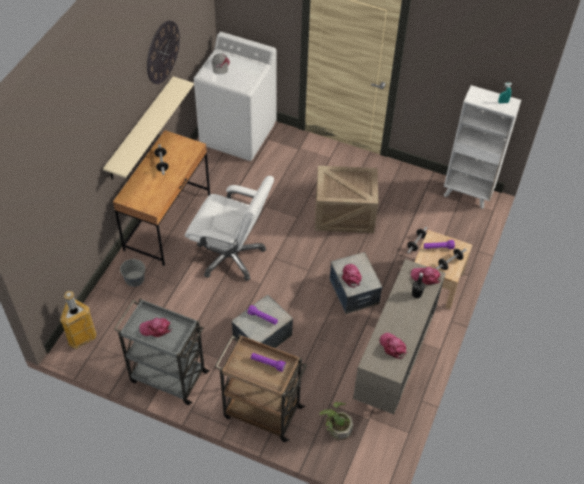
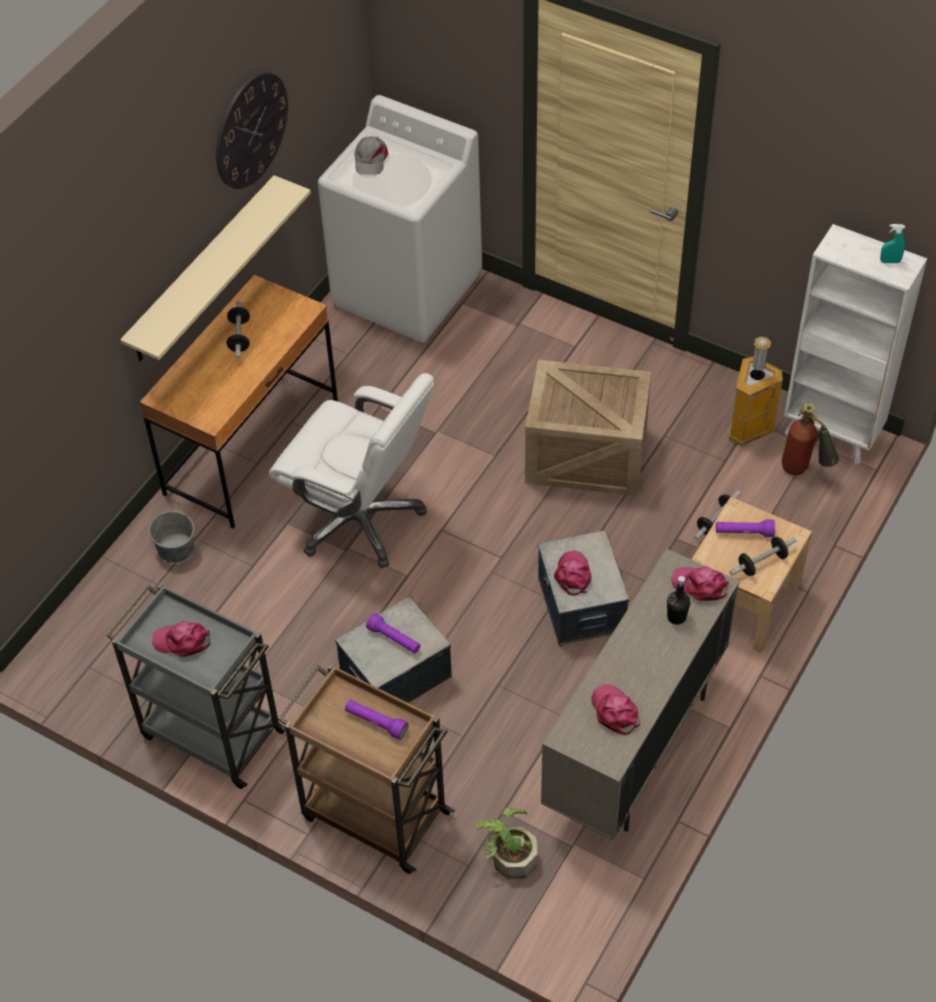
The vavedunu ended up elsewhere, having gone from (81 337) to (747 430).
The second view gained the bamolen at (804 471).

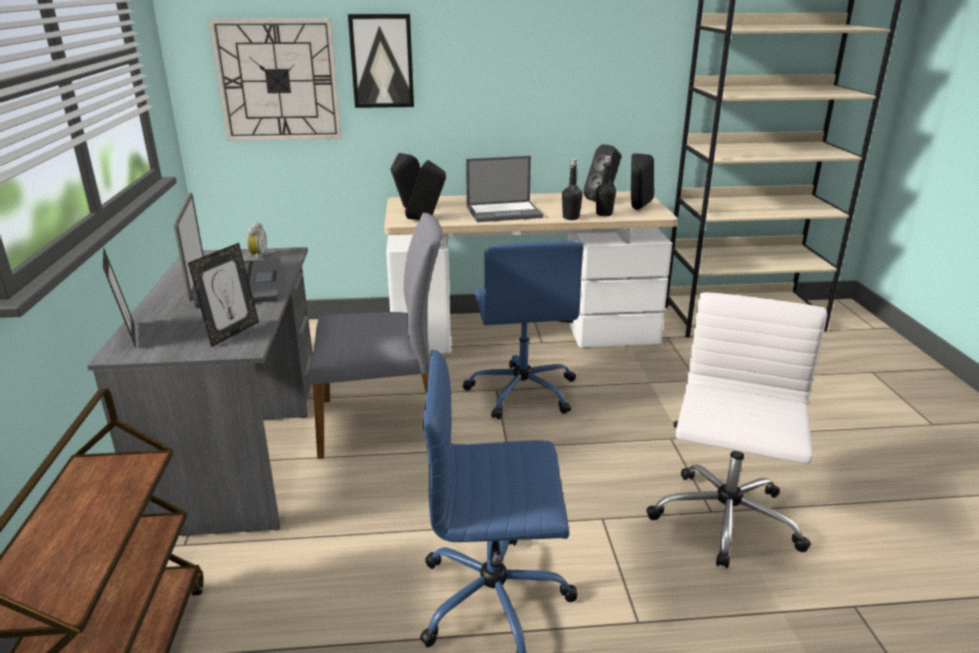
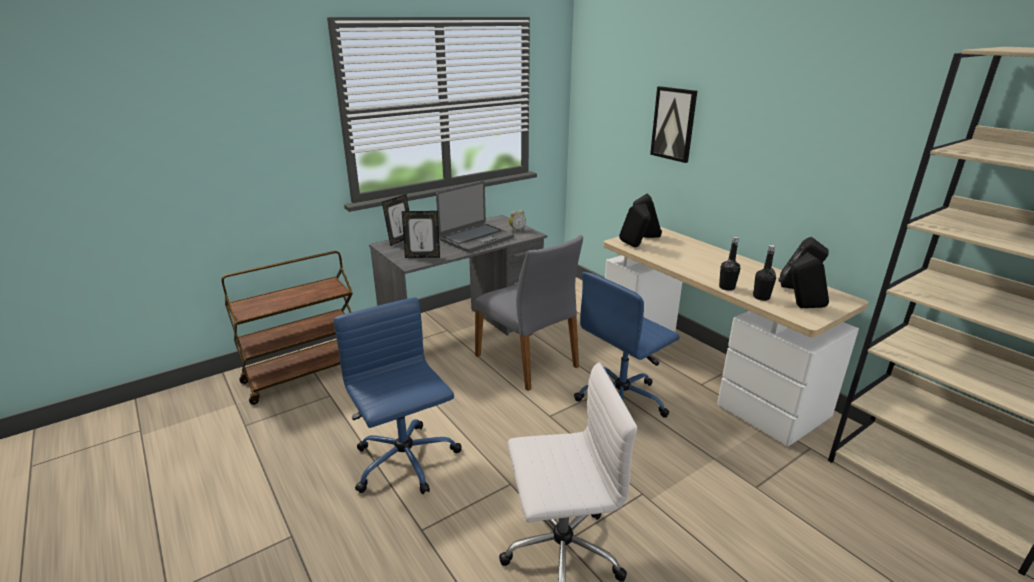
The second view lost the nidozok at (278 80).
The second view lost the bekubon at (505 212).

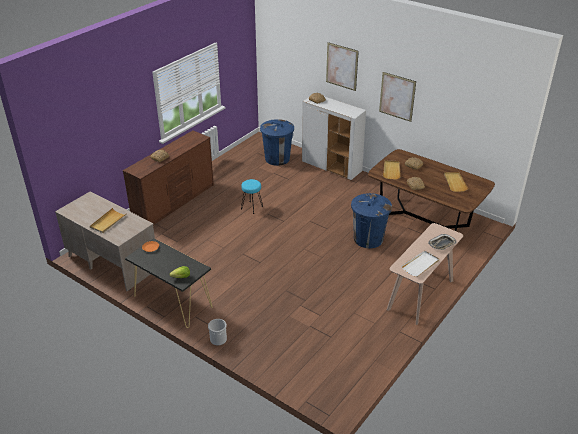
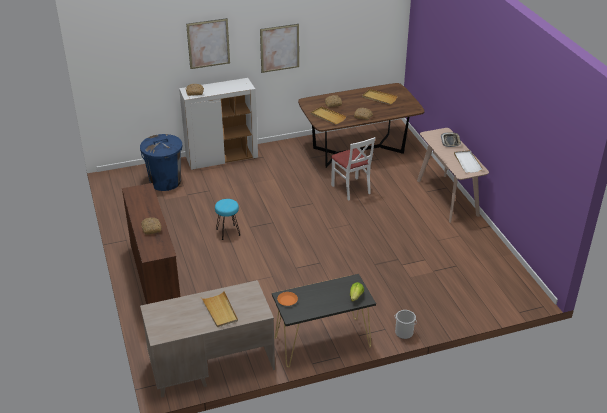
Where the blue vavedunu stood at (368 239), the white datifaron came to stand at (351 189).

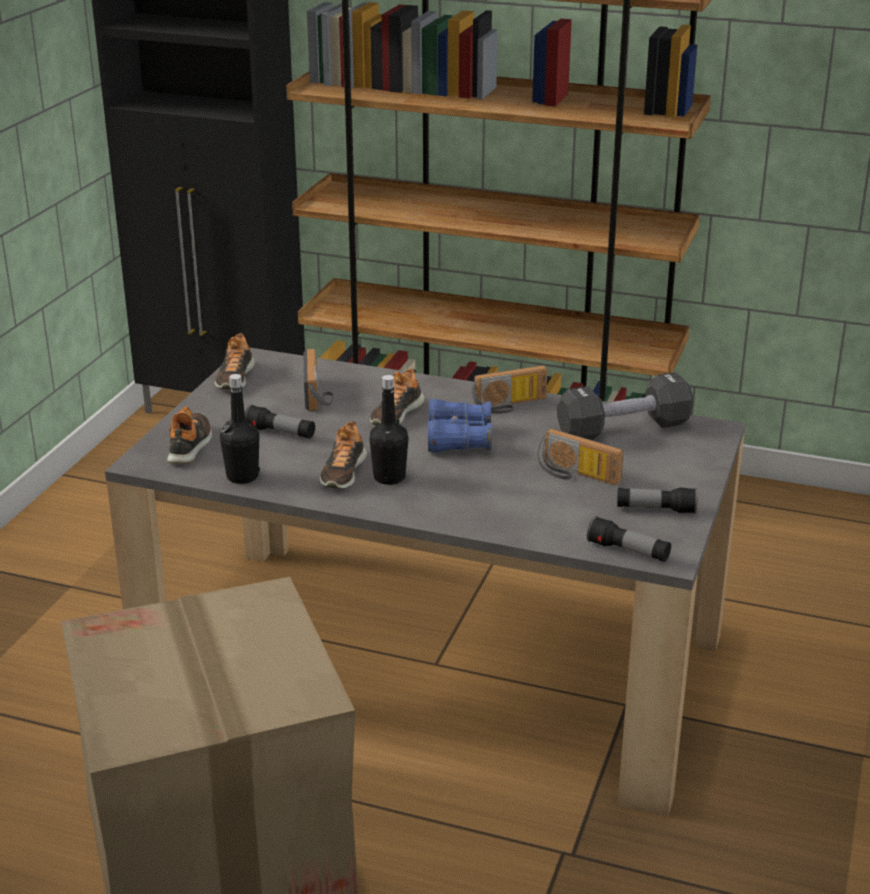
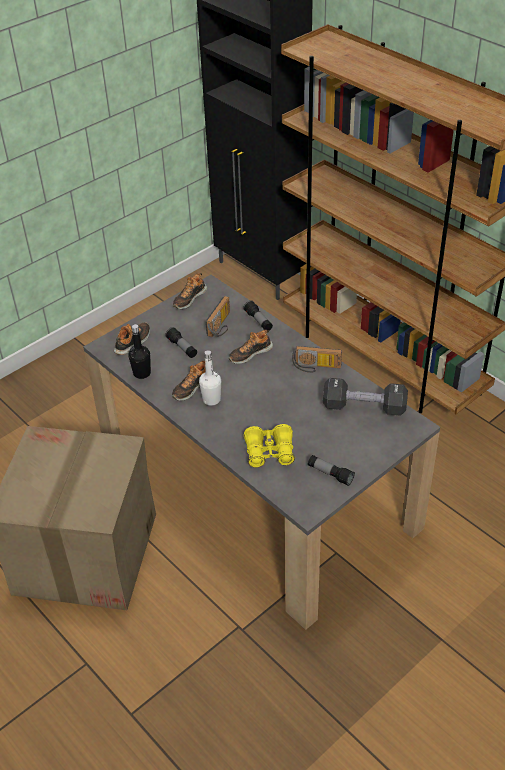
What was the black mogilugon at (389 477) turned into the white mogilugon at (211 399).
The second view lost the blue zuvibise at (458 439).
The second view lost the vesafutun at (575 475).
The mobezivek ended up elsewhere, having gone from (628 551) to (258 321).
The second view gained the yellow zuvibise at (269 452).

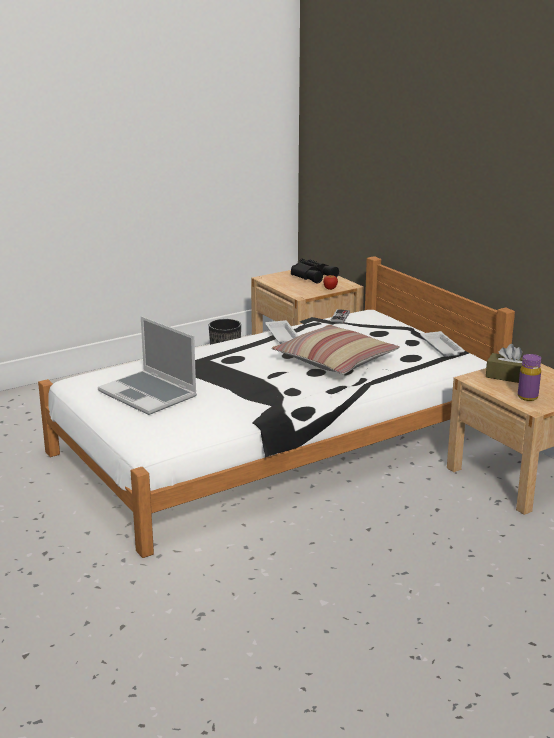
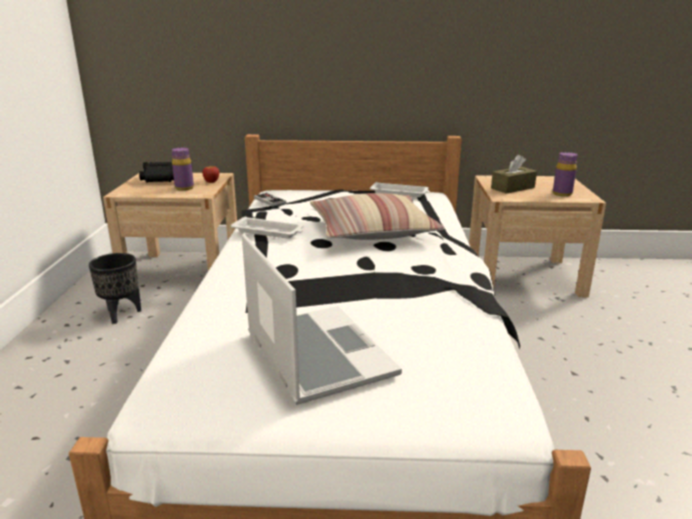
The bekubon at (149 394) ended up facing another way, 105 degrees counterclockwise from before.
The second view gained the purple mogilugon at (184 188).

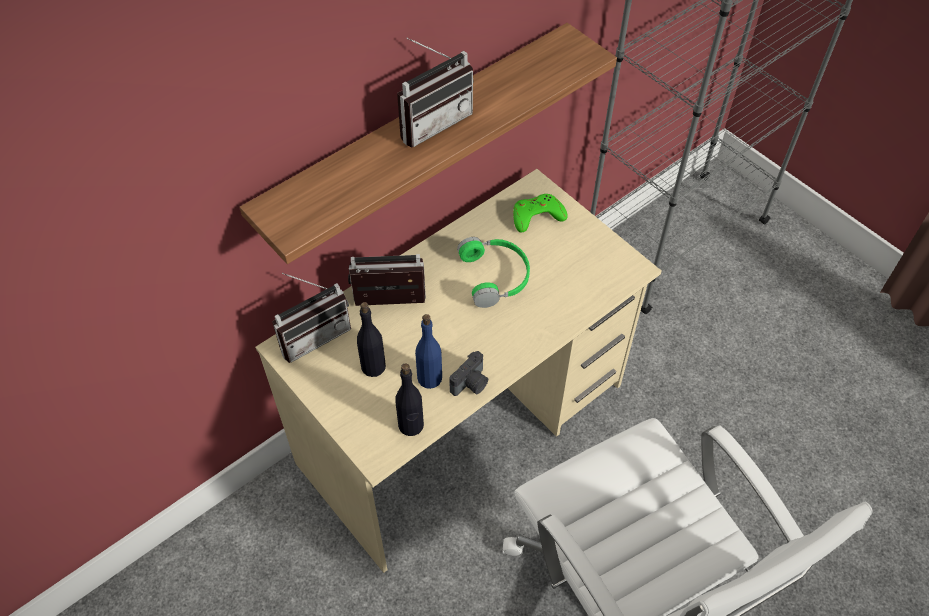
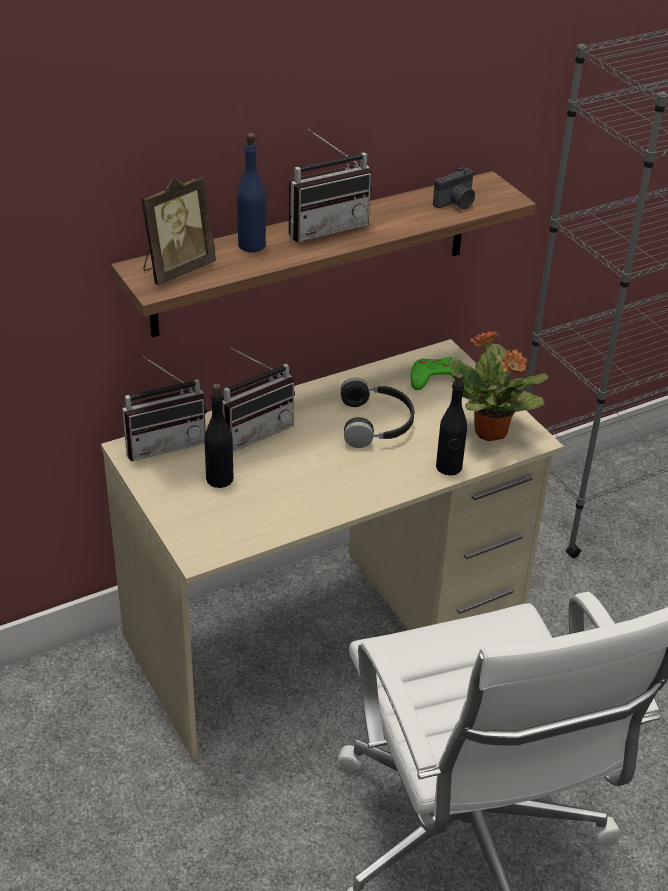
What was the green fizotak at (496 276) turned into the black fizotak at (377 423).
The vesafutun at (389 306) ended up facing another way, 135 degrees clockwise from before.
The blue mogilugon ended up elsewhere, having gone from (430 378) to (252 245).
The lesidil ended up elsewhere, having gone from (471 384) to (456 203).
The black mogilugon ended up elsewhere, having gone from (411 425) to (449 467).
The second view gained the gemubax at (176 269).
The second view gained the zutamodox at (491 432).

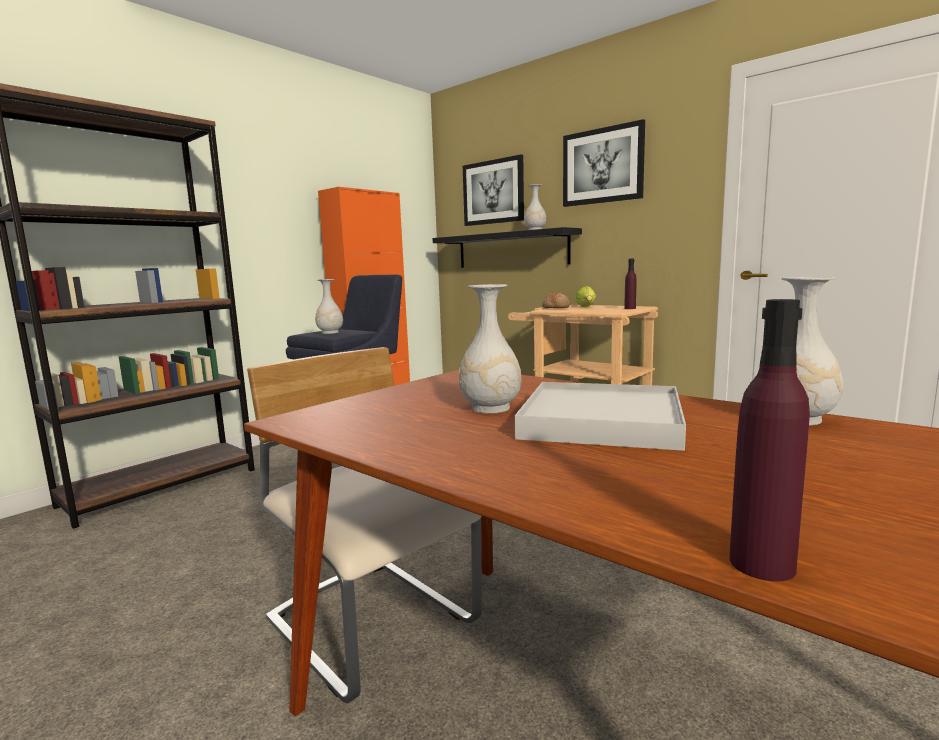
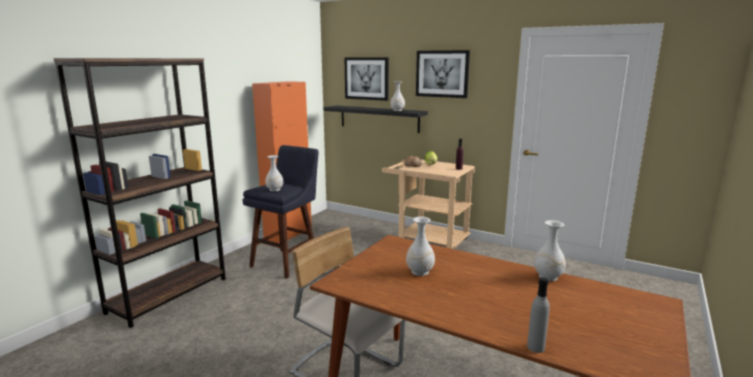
What was the purple mogilugon at (761 564) turned into the grey mogilugon at (535 347).
The second view lost the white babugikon at (602 421).

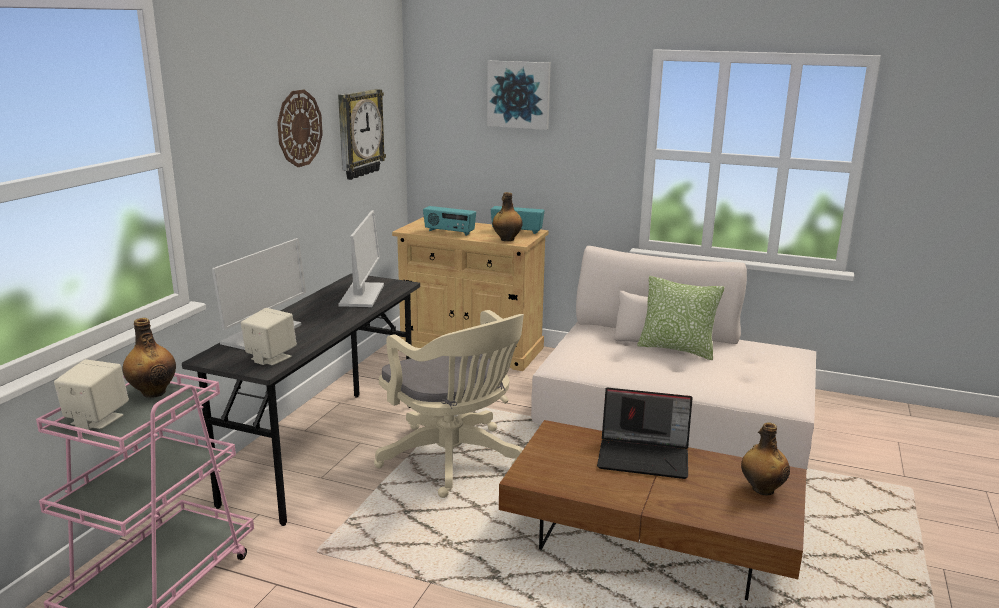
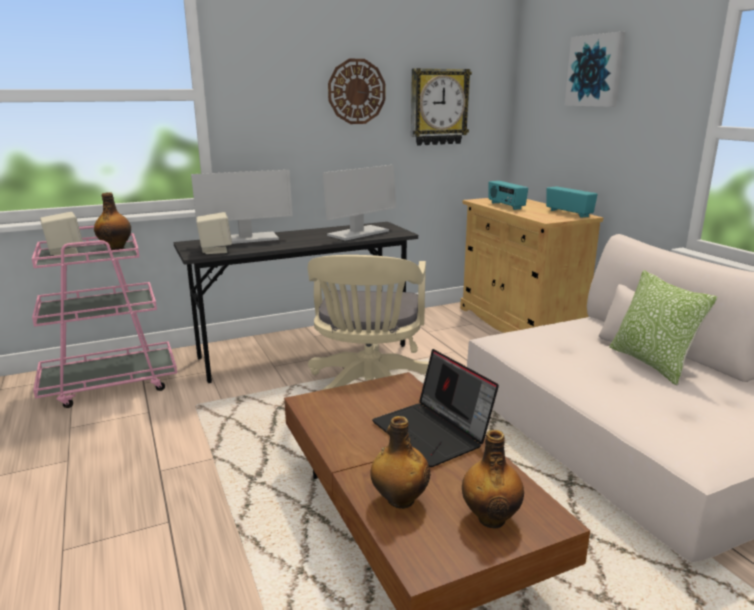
The mogilugon ended up elsewhere, having gone from (506 239) to (399 500).

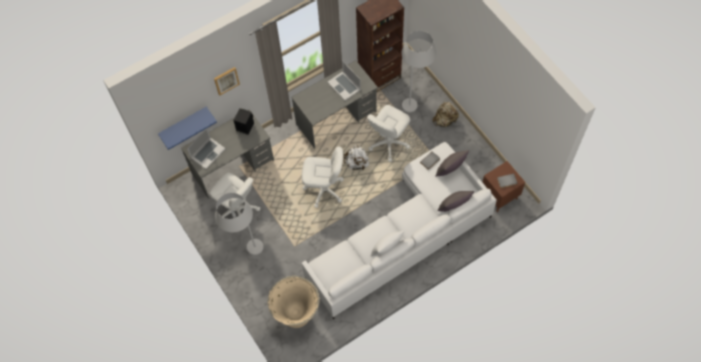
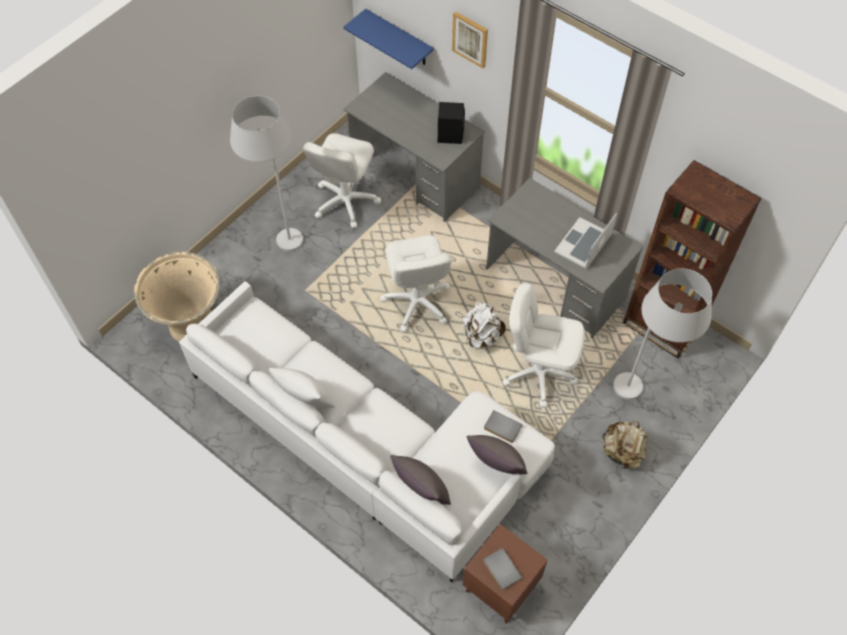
The second view lost the bekubon at (207 153).

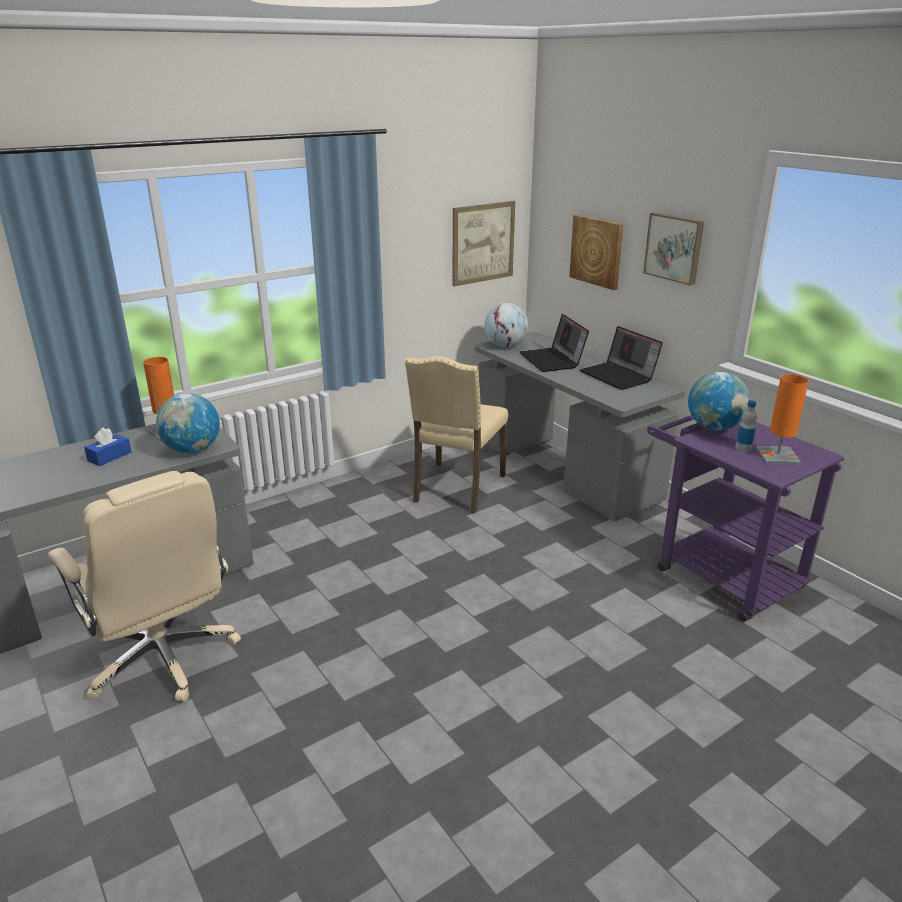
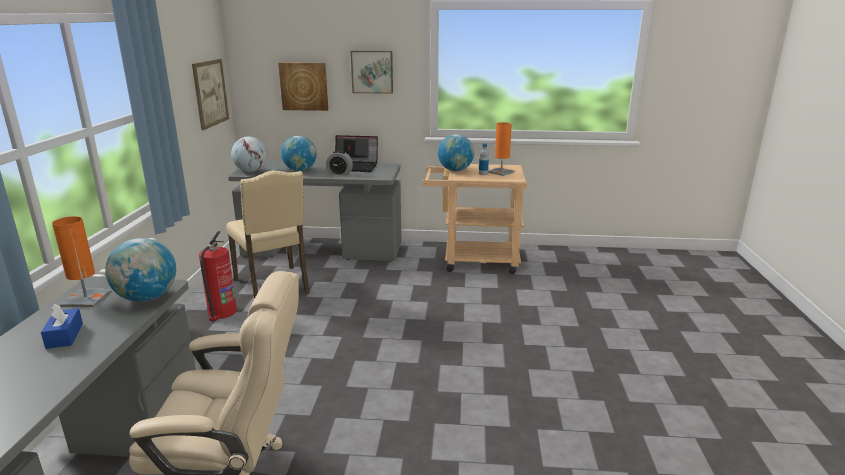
Where the bekubon stood at (553 360), the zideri came to stand at (300 170).
What was the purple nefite at (718 572) turned into the beige nefite at (473 260).
The second view gained the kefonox at (340 173).
The second view gained the bamolen at (221 312).

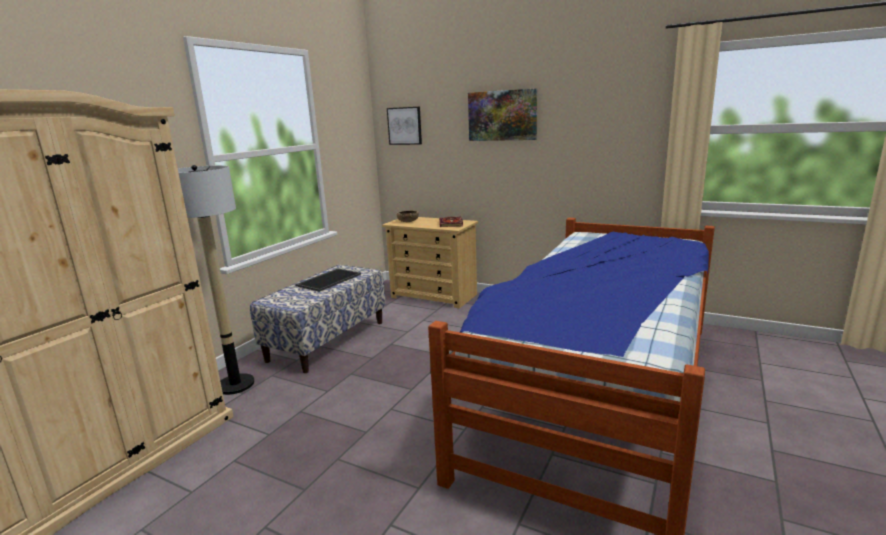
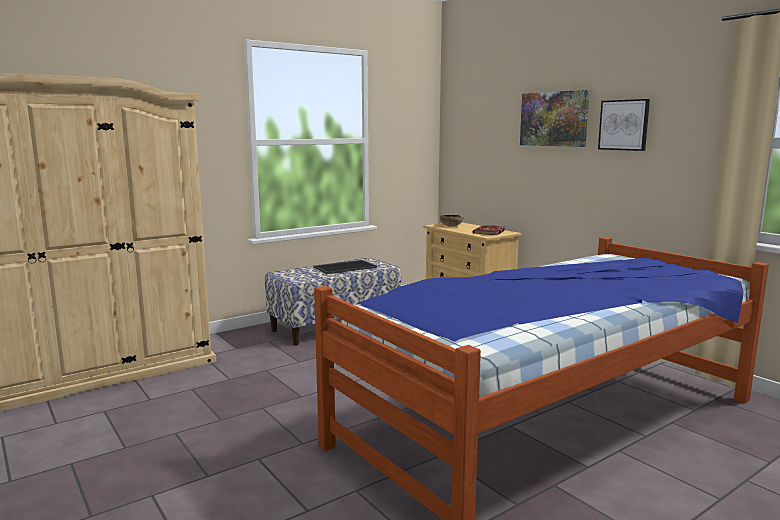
The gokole ended up elsewhere, having gone from (405 126) to (624 125).
The second view lost the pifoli at (236 384).

